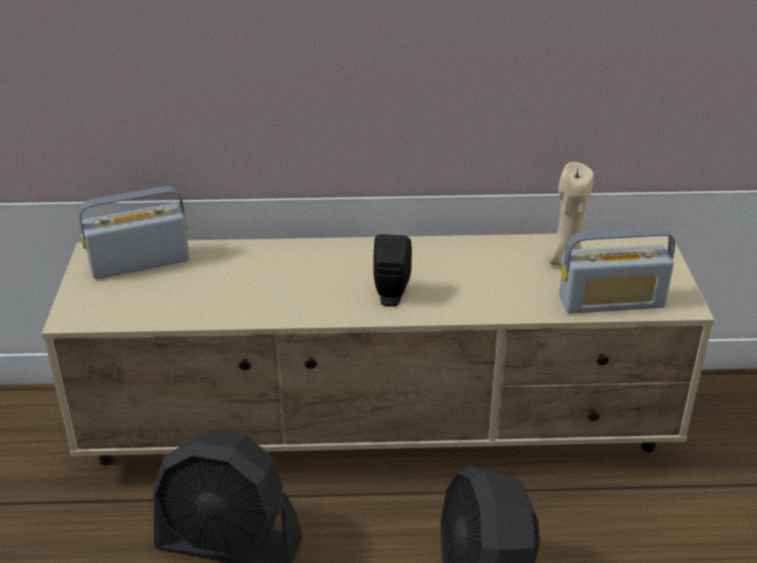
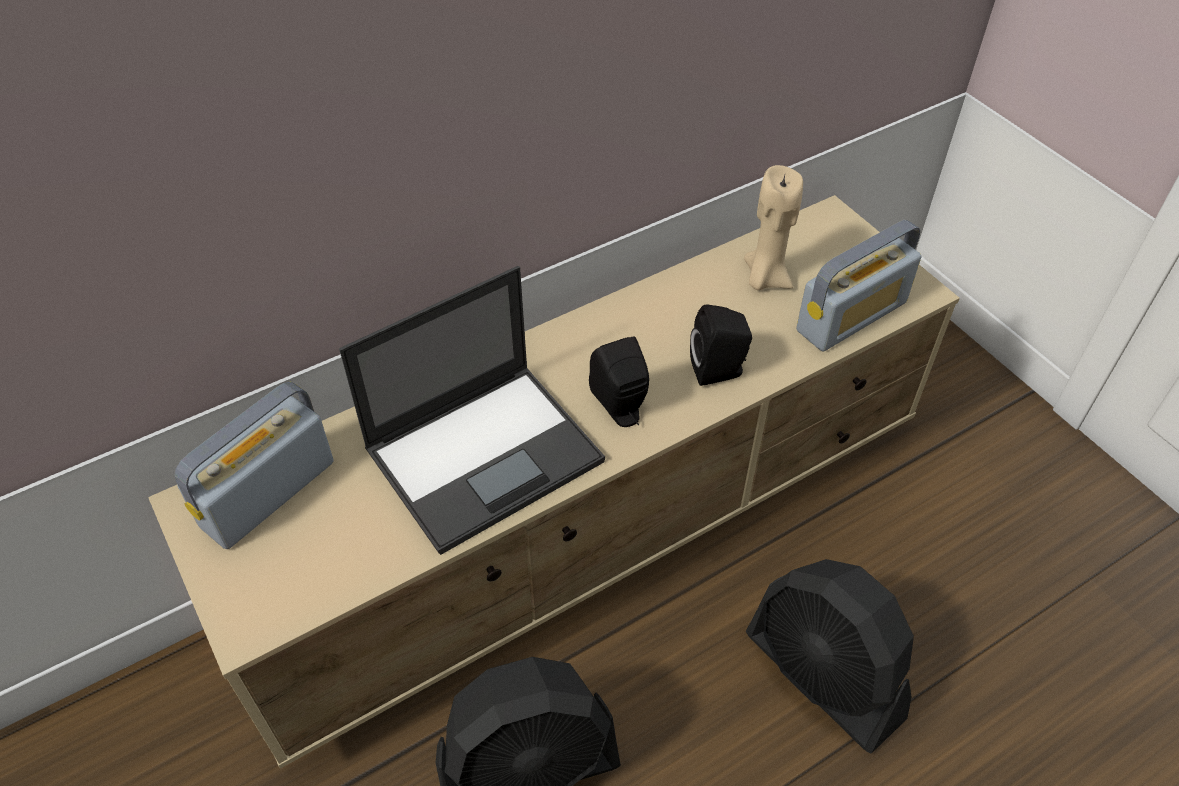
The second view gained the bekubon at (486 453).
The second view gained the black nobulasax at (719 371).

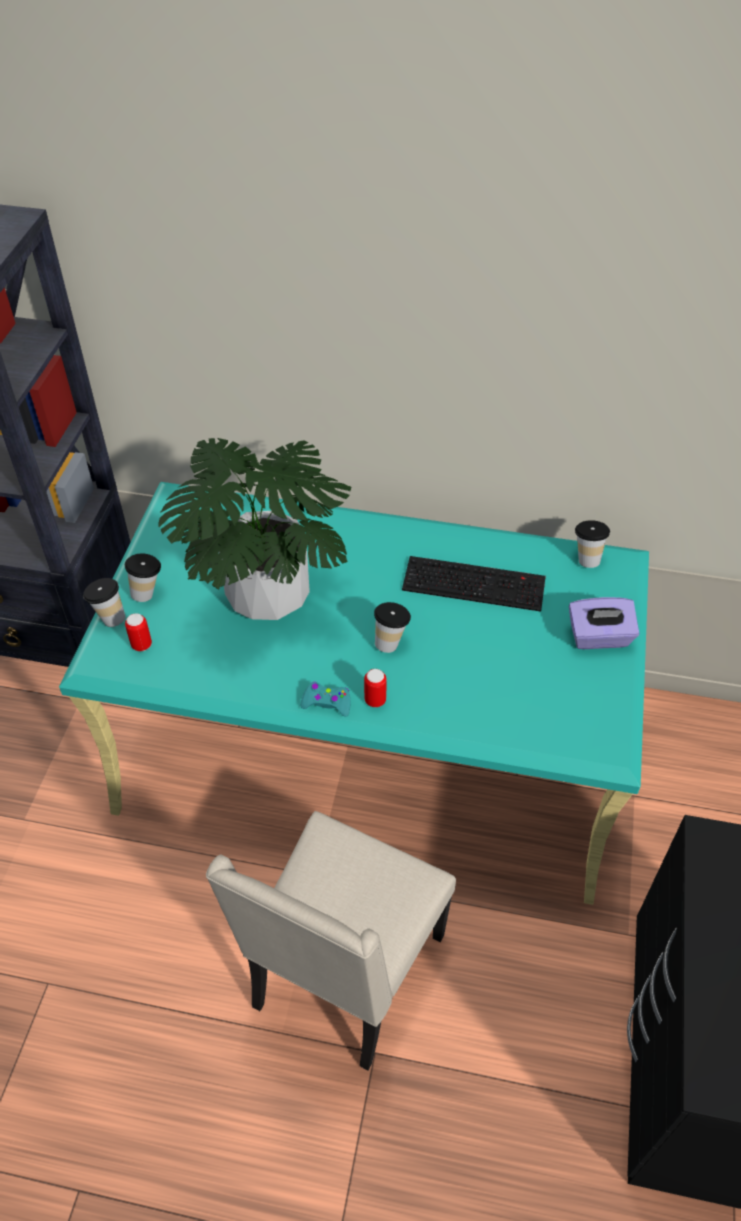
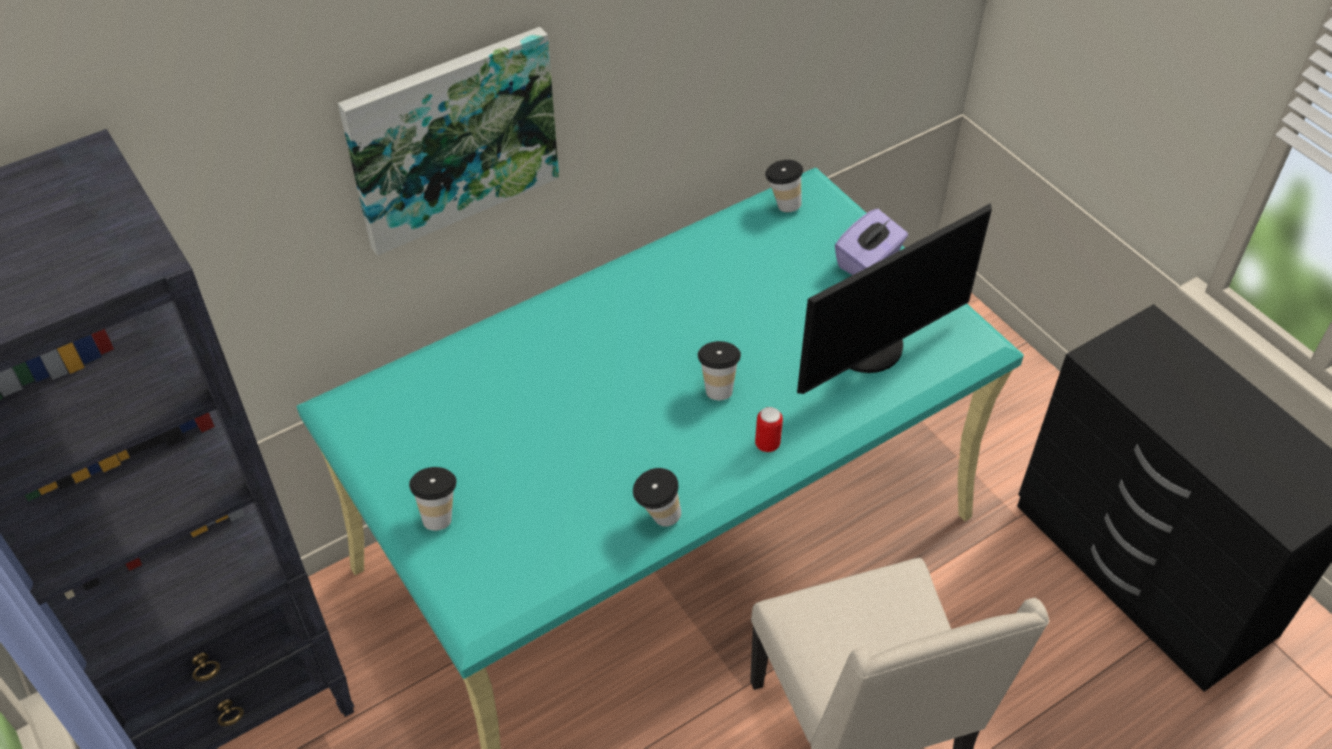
The second view lost the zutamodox at (269 594).
The second view lost the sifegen at (475 583).
The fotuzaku ended up elsewhere, having gone from (109 617) to (657 517).
The second view lost the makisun at (141 645).
The second view lost the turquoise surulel at (327 703).
The second view gained the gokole at (452 138).
The second view gained the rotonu at (871 350).

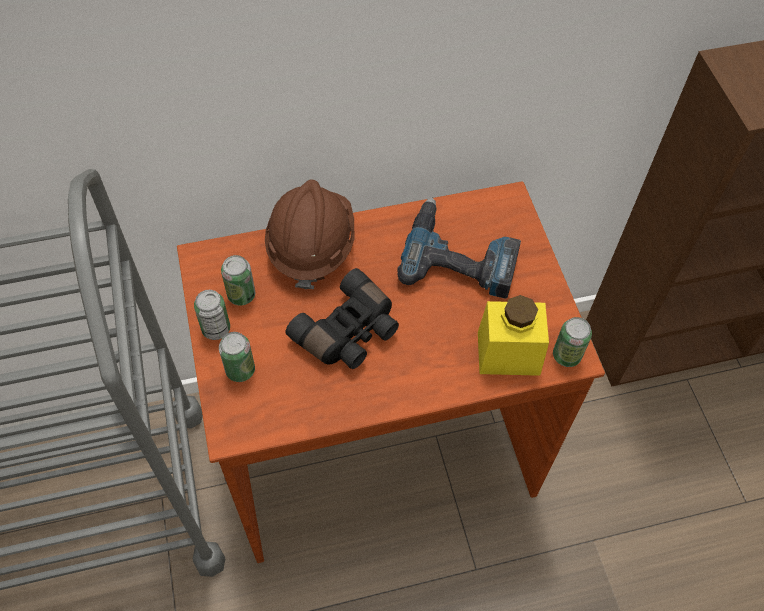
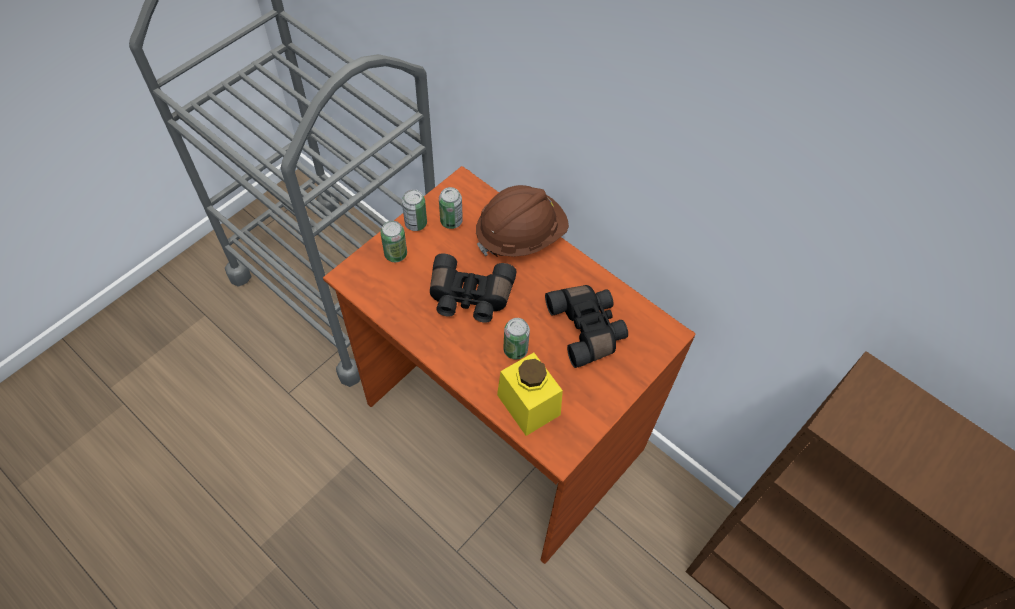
Where the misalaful stood at (460 256), the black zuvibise came to stand at (587 329).
The makisun ended up elsewhere, having gone from (566 355) to (515 350).

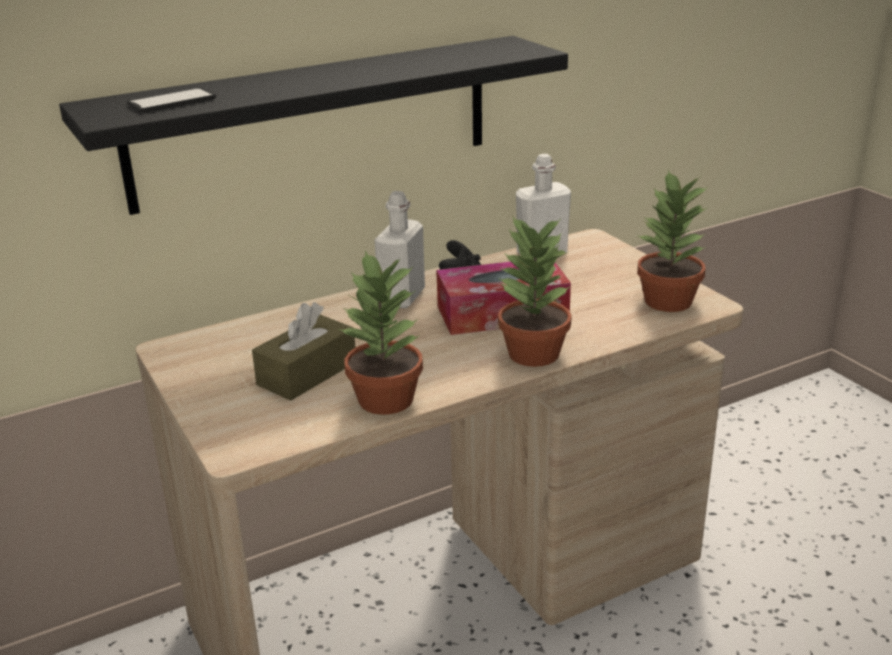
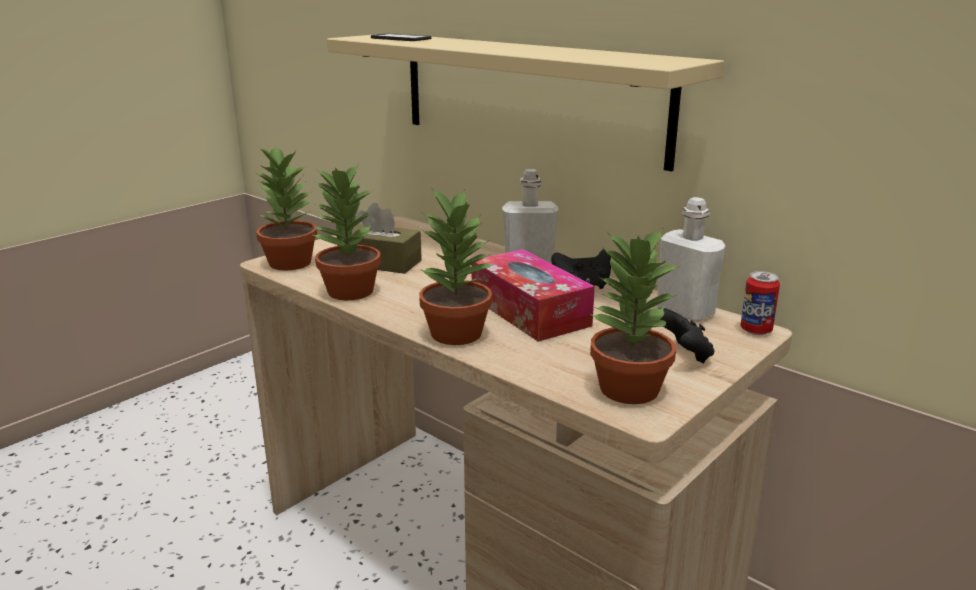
What was the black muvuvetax at (313 122) turned into the beige muvuvetax at (528 95).
The second view gained the zutamodox at (289 262).
The second view gained the makisun at (756 330).
The second view gained the black surulel at (683 355).

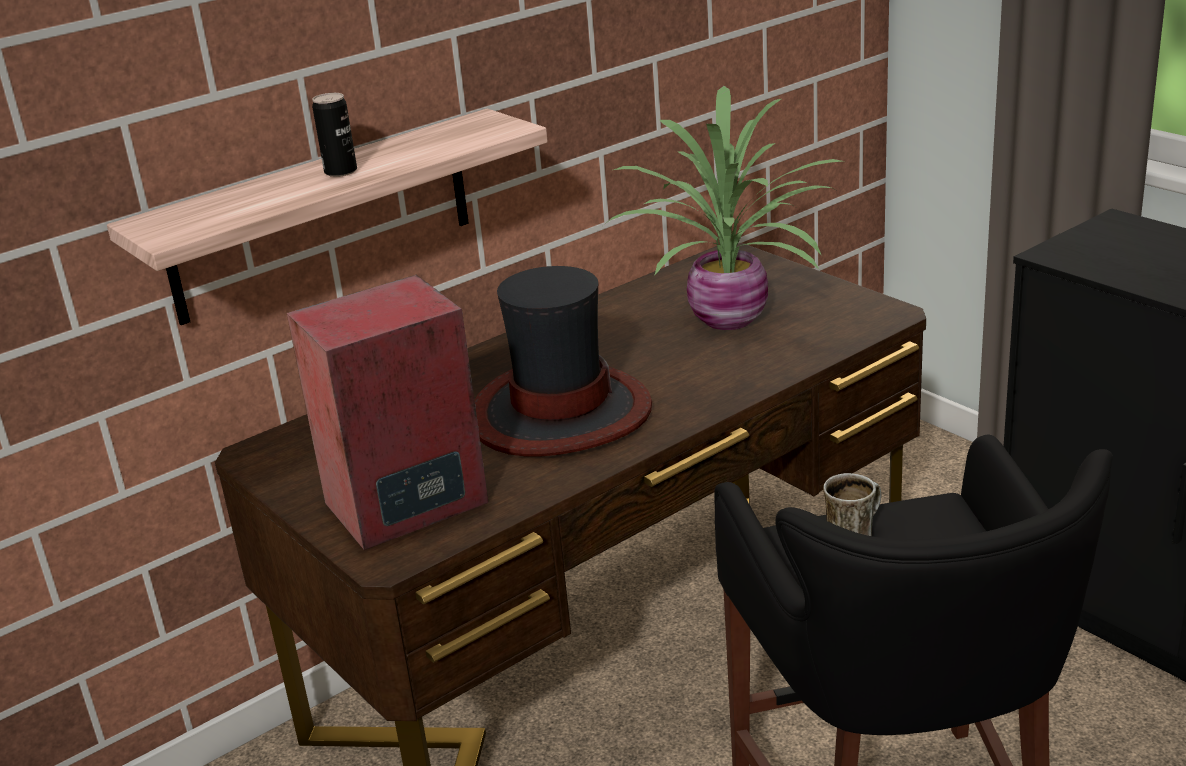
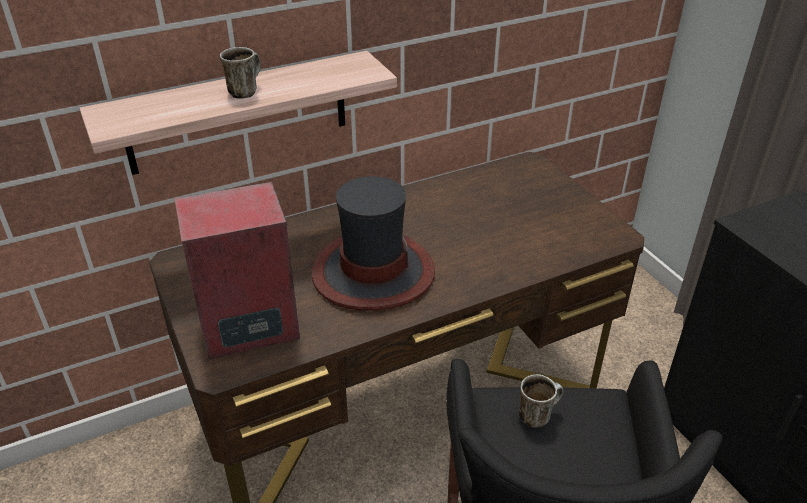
The second view lost the zutamodox at (733 318).
Where the makisun stood at (341 171), the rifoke came to stand at (245 91).

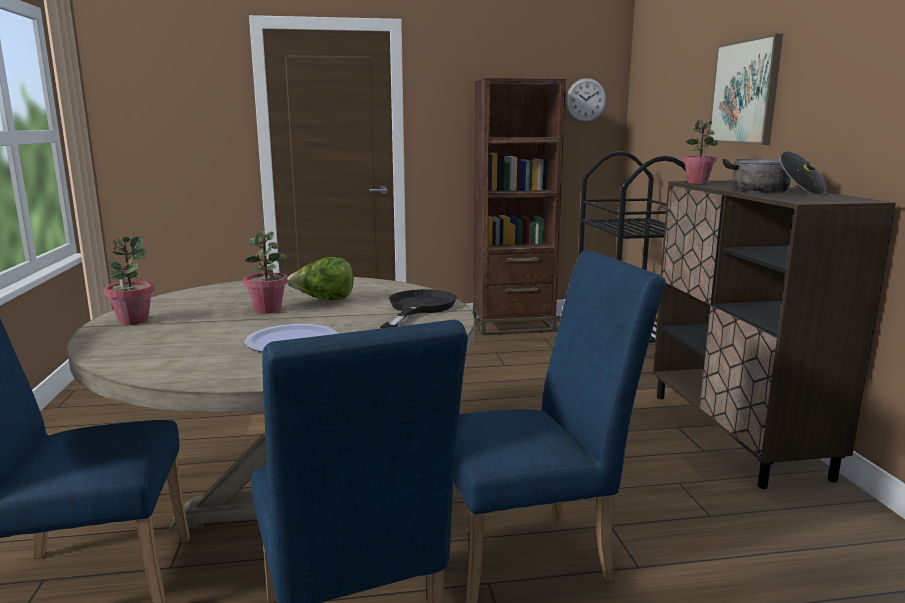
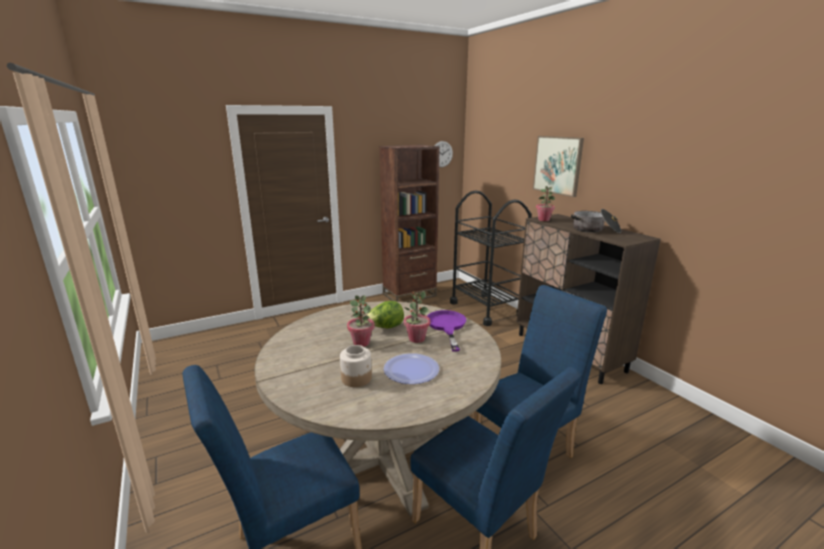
The zutamodox ended up elsewhere, having gone from (133 320) to (416 339).
What was the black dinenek at (418 308) turned into the purple dinenek at (447 326).
The second view gained the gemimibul at (357 378).

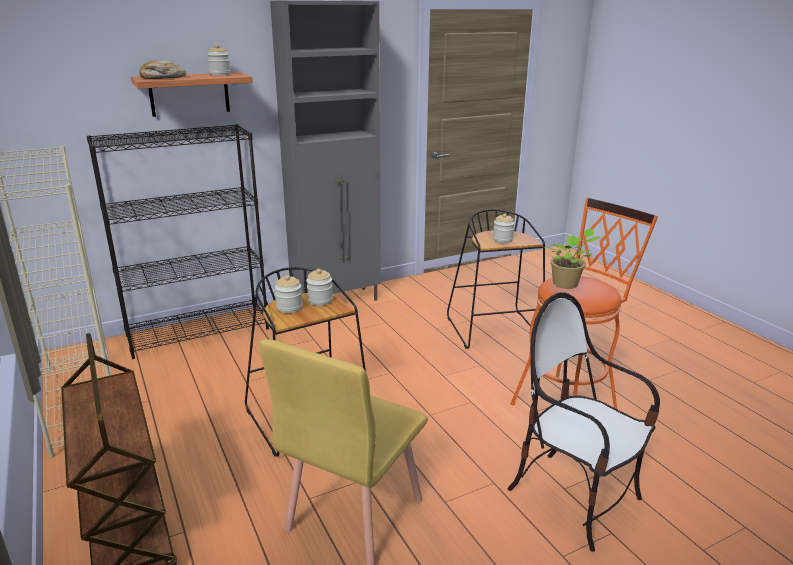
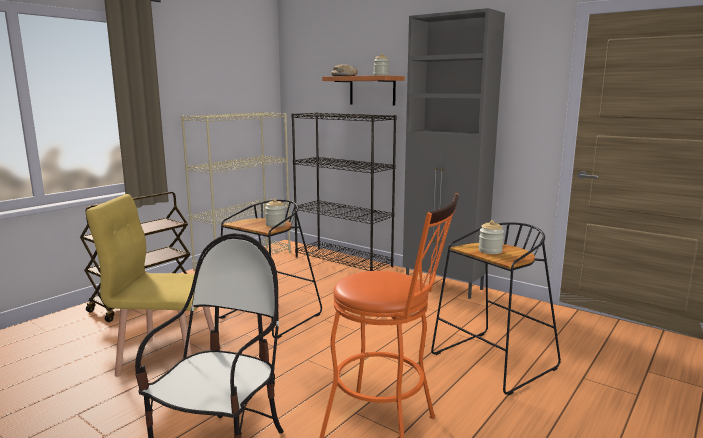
The second view lost the zutamodox at (567 284).
The second view lost the gemimibul at (289 307).

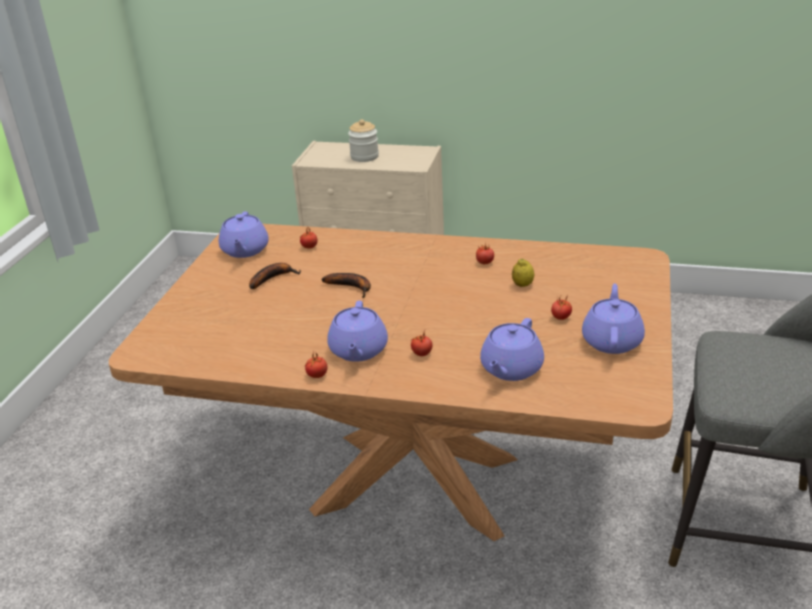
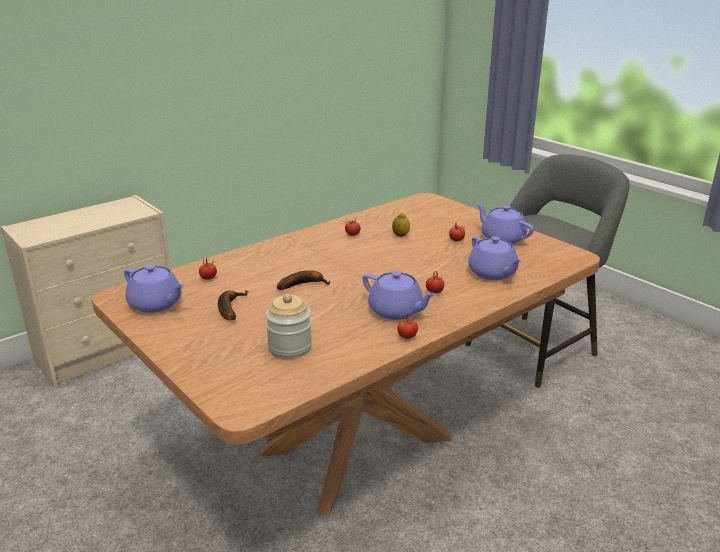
The gemimibul ended up elsewhere, having gone from (364 157) to (290 347).

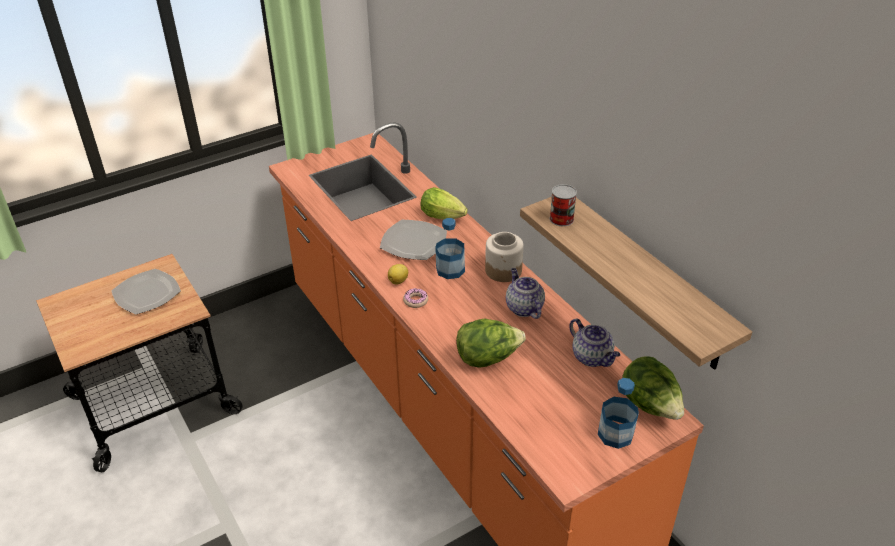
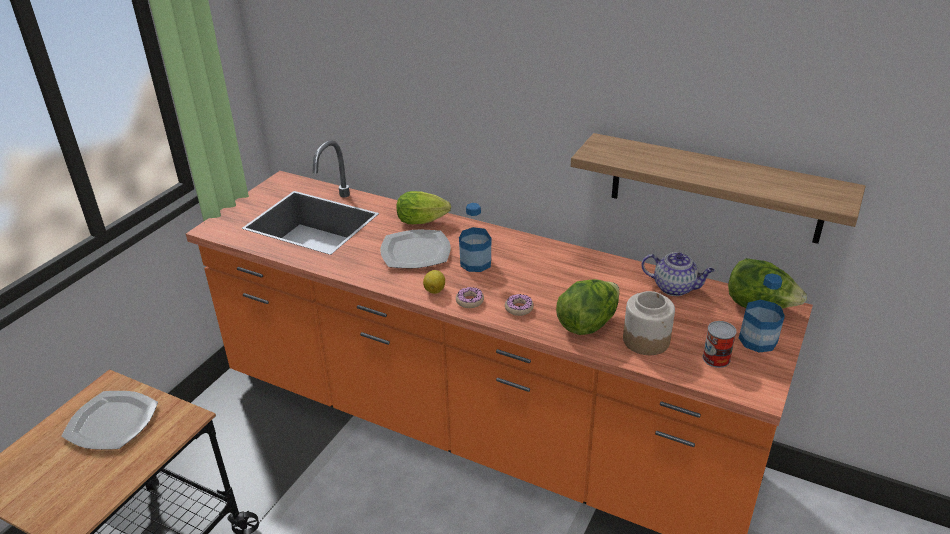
The makisun ended up elsewhere, having gone from (561 219) to (716 358).
The gemimibul ended up elsewhere, having gone from (503 270) to (646 340).
The second view lost the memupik at (523 308).
The second view gained the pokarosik at (519 308).

